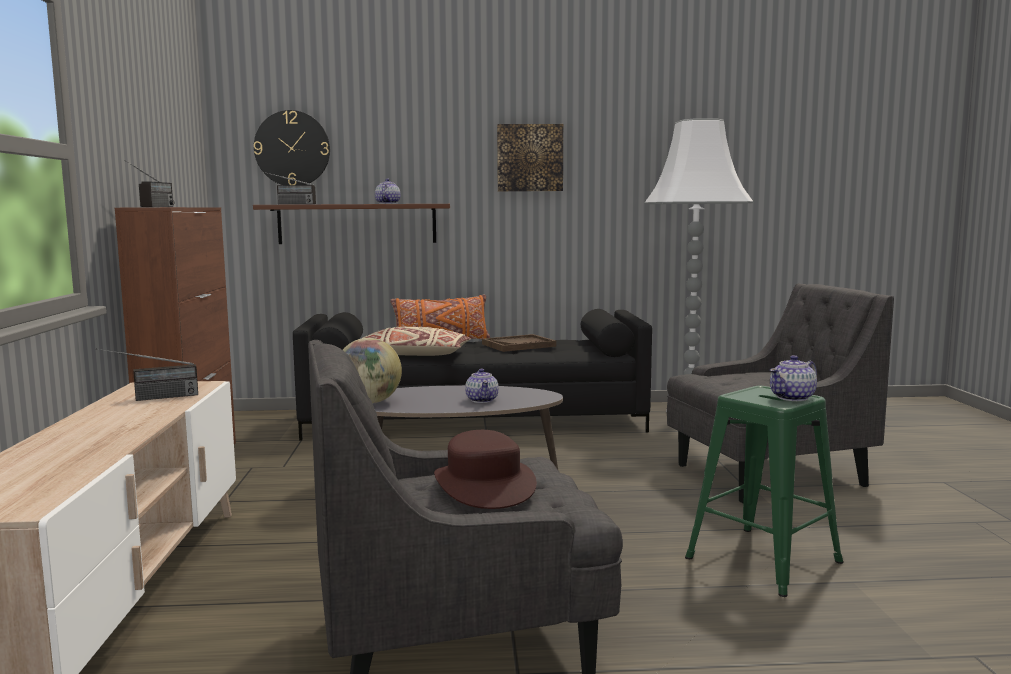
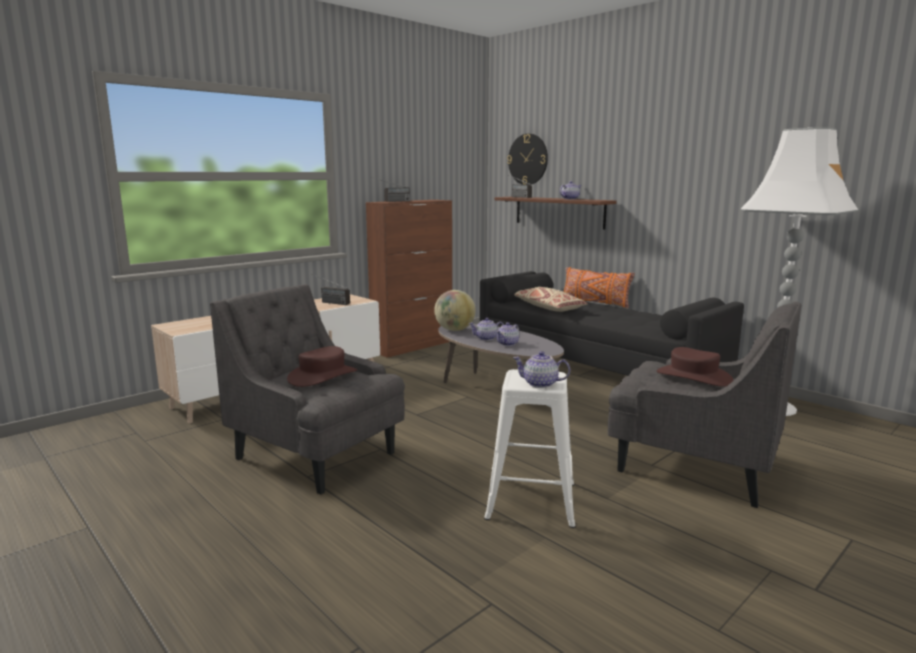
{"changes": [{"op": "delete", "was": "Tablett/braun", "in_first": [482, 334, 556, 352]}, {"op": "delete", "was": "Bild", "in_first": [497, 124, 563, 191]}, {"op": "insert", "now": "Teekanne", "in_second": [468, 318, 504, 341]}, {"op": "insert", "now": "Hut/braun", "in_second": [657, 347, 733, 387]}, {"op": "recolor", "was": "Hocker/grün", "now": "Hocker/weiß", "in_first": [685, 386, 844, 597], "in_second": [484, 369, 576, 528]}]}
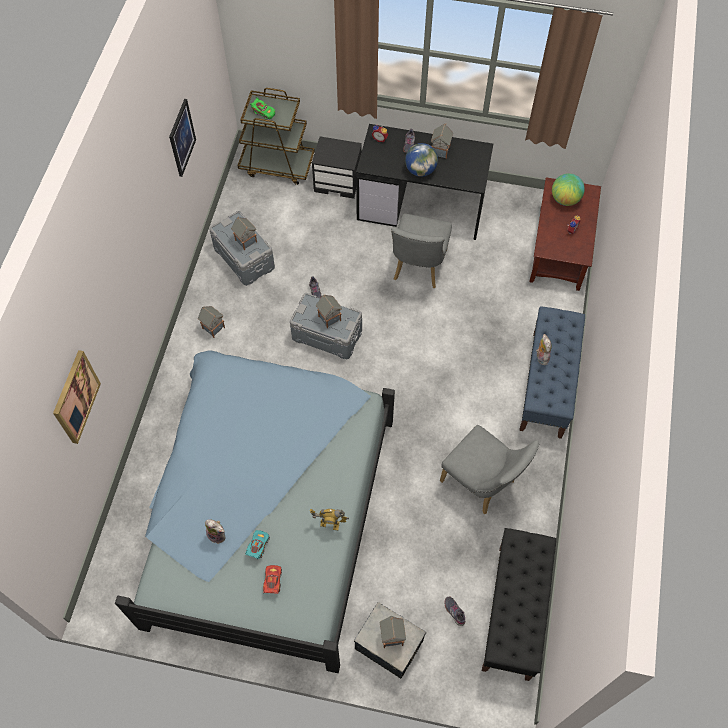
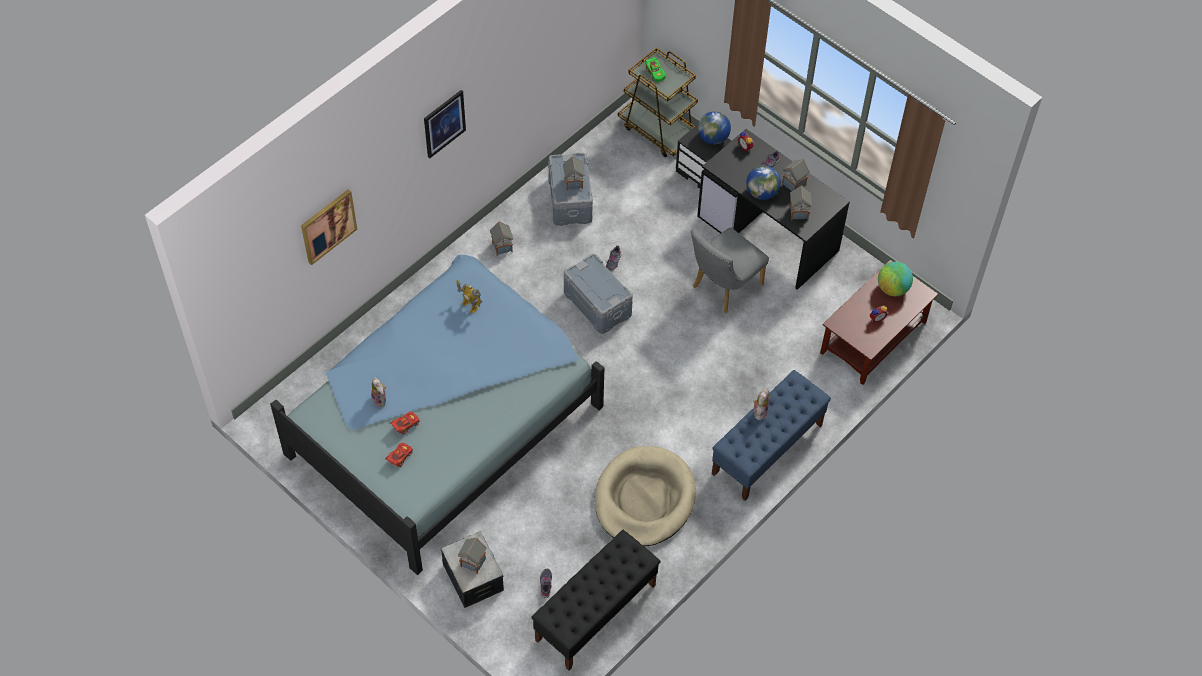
{"changes": [{"op": "insert", "now": "Globus", "in_second": [698, 111, 731, 144]}, {"op": "move", "was": "Bild", "in_first": [169, 99, 196, 177], "in_second": [424, 90, 466, 159]}, {"op": "move", "was": "Spielzeugroboter", "in_first": [310, 509, 349, 530], "in_second": [456, 280, 482, 314]}, {"op": "move", "was": "Spielzeughaus", "in_first": [316, 295, 342, 328], "in_second": [790, 185, 812, 221]}, {"op": "replace", "was": "Stuhl/grau", "now": "Hundebett/beige", "in_first": [440, 425, 539, 514], "in_second": [595, 446, 696, 546]}, {"op": "recolor", "was": "Spielzeugauto/türkis", "now": "Spielzeugauto/rot", "in_first": [245, 530, 270, 559], "in_second": [390, 411, 420, 434]}]}
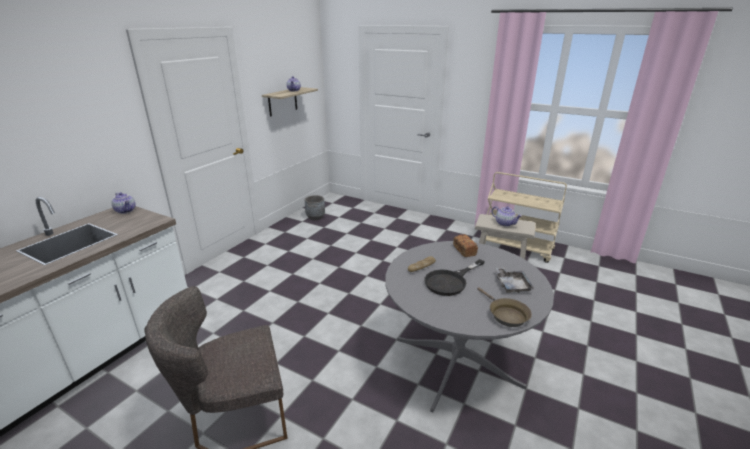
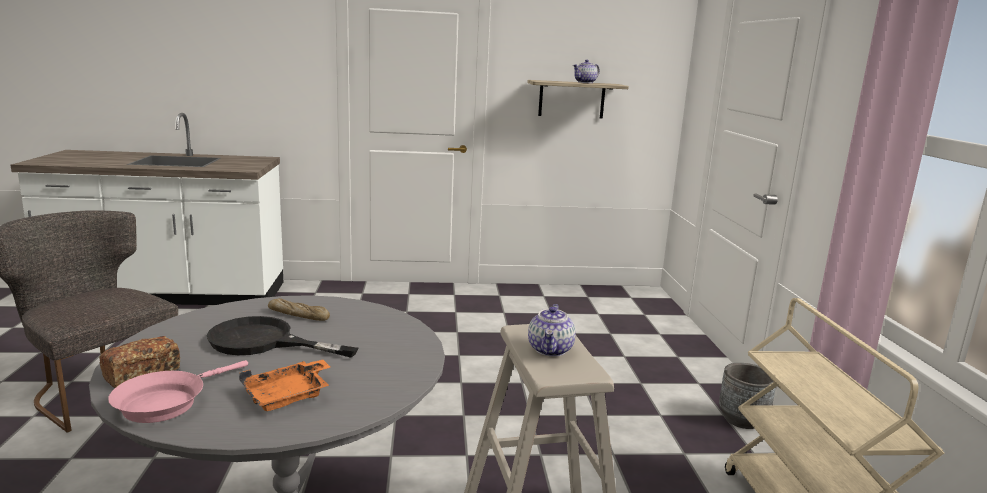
{"changes": [{"op": "delete", "was": "Teekanne", "in_first": [112, 192, 136, 214]}, {"op": "move", "was": "Pflanzkübel/grau", "in_first": [305, 195, 325, 220], "in_second": [719, 363, 776, 429]}, {"op": "move", "was": "Brot", "in_first": [453, 235, 478, 257], "in_second": [99, 336, 180, 388]}, {"op": "recolor", "was": "Pfanne/braun", "now": "Pfanne/rosa", "in_first": [477, 287, 532, 327], "in_second": [108, 360, 248, 423]}, {"op": "recolor", "was": "Tablett/grau", "now": "Tablett/orange", "in_first": [496, 267, 535, 293], "in_second": [239, 360, 330, 411]}]}
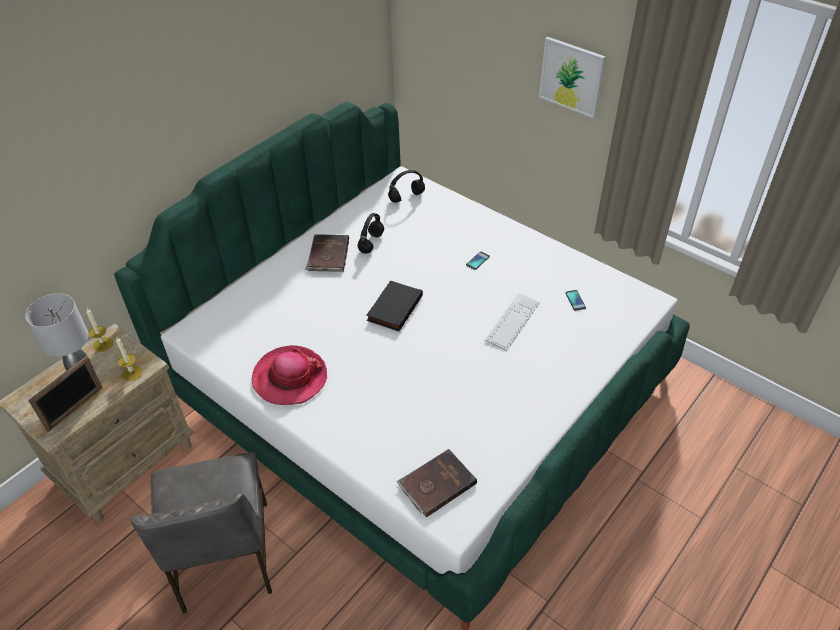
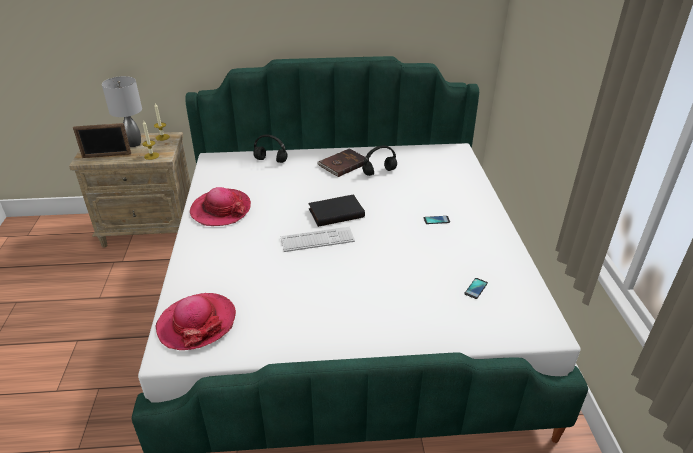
{"changes": [{"op": "delete", "was": "Stuhl/grau", "in_first": [131, 452, 272, 614]}, {"op": "delete", "was": "Bild", "in_first": [539, 37, 605, 118]}, {"op": "move", "was": "Kopfhörer/schwarz", "in_first": [388, 170, 425, 203], "in_second": [253, 135, 288, 163]}, {"op": "move", "was": "Tastatur", "in_first": [485, 293, 540, 351], "in_second": [281, 227, 355, 252]}, {"op": "replace", "was": "Buch/braun", "now": "Hut", "in_first": [396, 449, 477, 517], "in_second": [155, 293, 236, 350]}]}
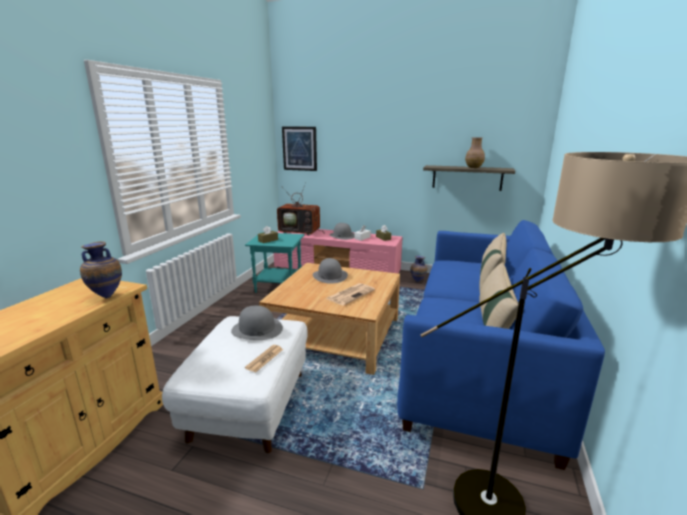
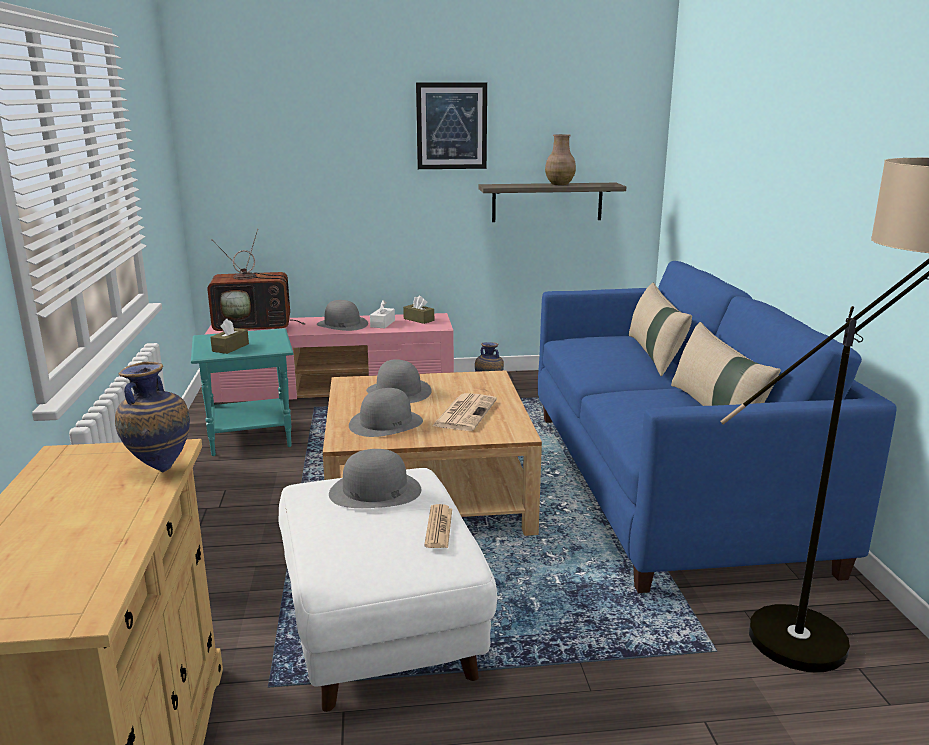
{"changes": [{"op": "insert", "now": "Hut/grau", "in_second": [349, 388, 423, 437]}, {"op": "move", "was": "Bild", "in_first": [282, 126, 317, 171], "in_second": [416, 82, 487, 169]}]}
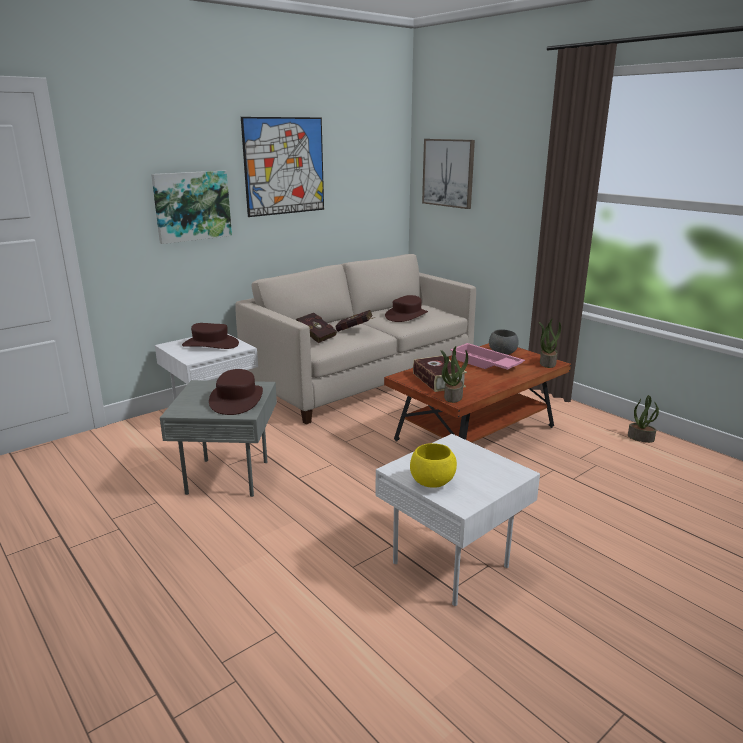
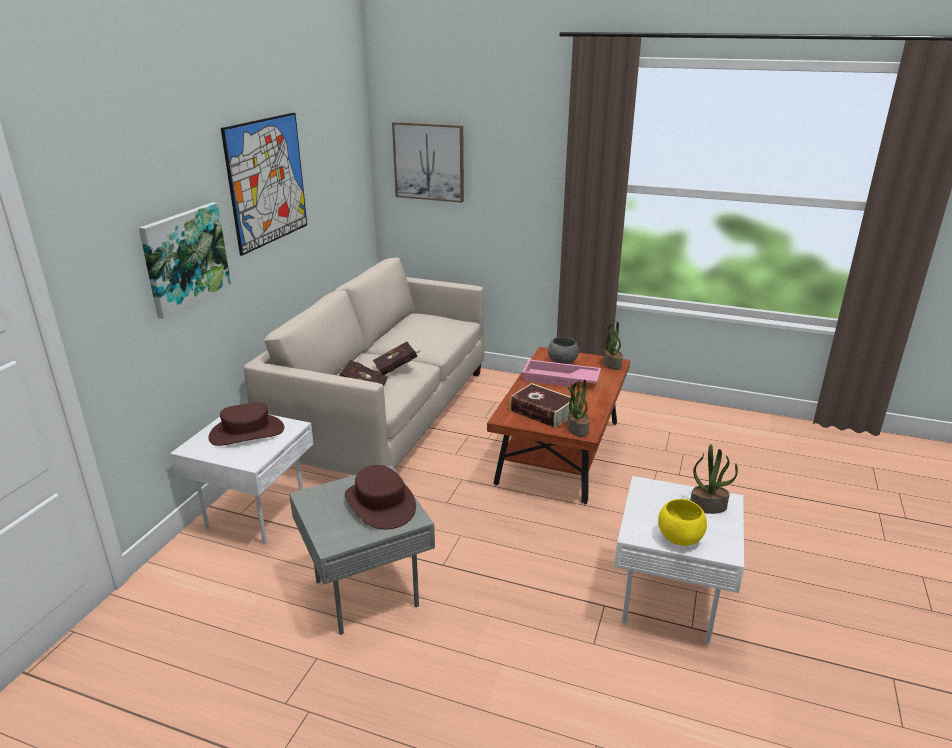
{"changes": [{"op": "delete", "was": "Hut/braun", "in_first": [385, 295, 428, 322]}, {"op": "move", "was": "Topfpflanze", "in_first": [628, 395, 659, 443], "in_second": [690, 444, 738, 514]}]}
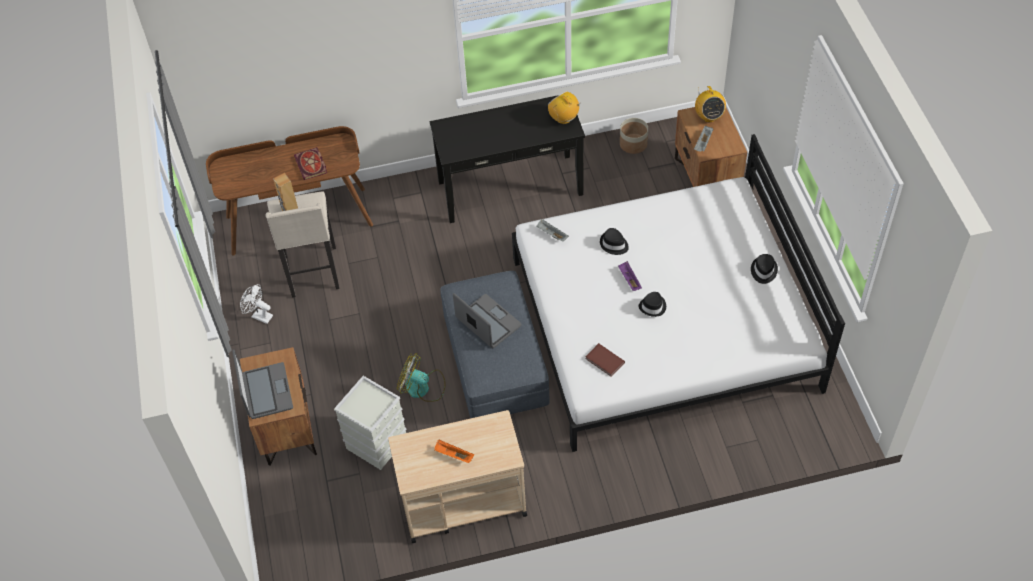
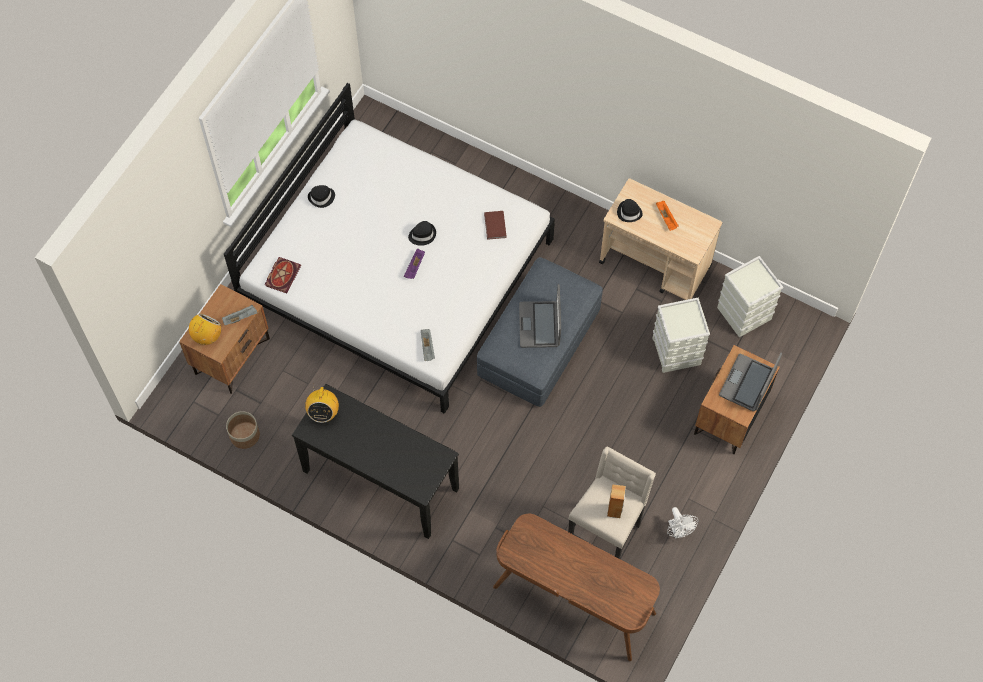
{"changes": [{"op": "delete", "was": "Ventilator", "in_first": [397, 353, 446, 402]}, {"op": "insert", "now": "Aufbewahrungsbox/grau", "in_second": [717, 256, 783, 337]}, {"op": "move", "was": "Buch", "in_first": [294, 147, 327, 180], "in_second": [265, 257, 301, 293]}, {"op": "move", "was": "Hut/schwarz", "in_first": [600, 228, 629, 255], "in_second": [617, 199, 643, 222]}]}
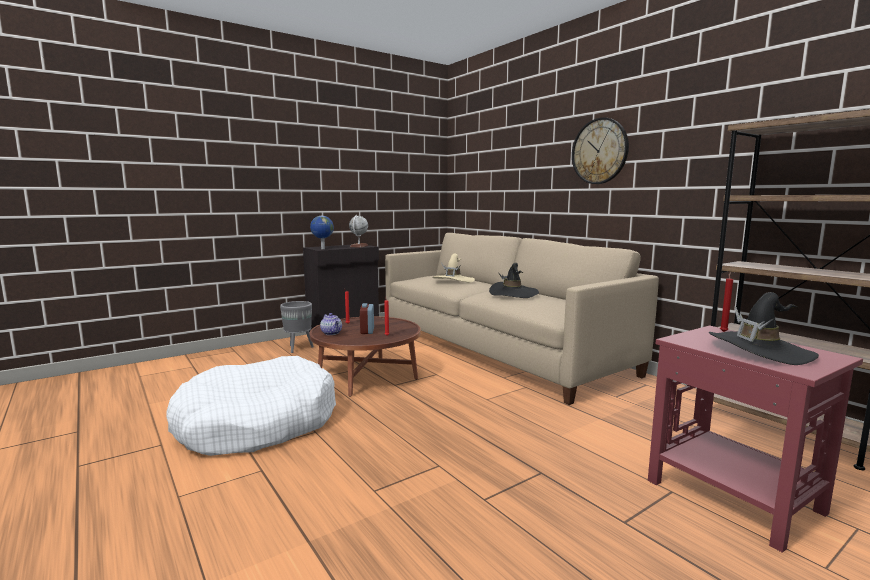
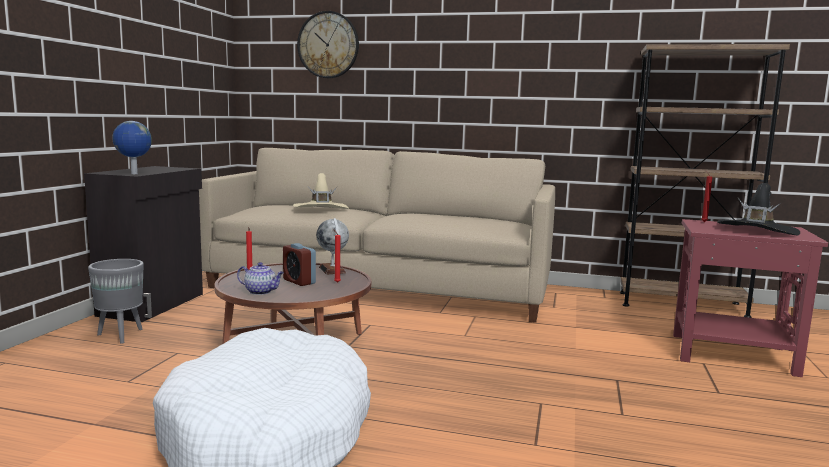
{"changes": [{"op": "delete", "was": "Hut/schwarz", "in_first": [489, 263, 539, 298]}, {"op": "move", "was": "Globus", "in_first": [349, 215, 368, 248], "in_second": [316, 218, 349, 275]}, {"op": "move", "was": "Wanduhr", "in_first": [572, 117, 629, 184], "in_second": [297, 11, 359, 78]}]}
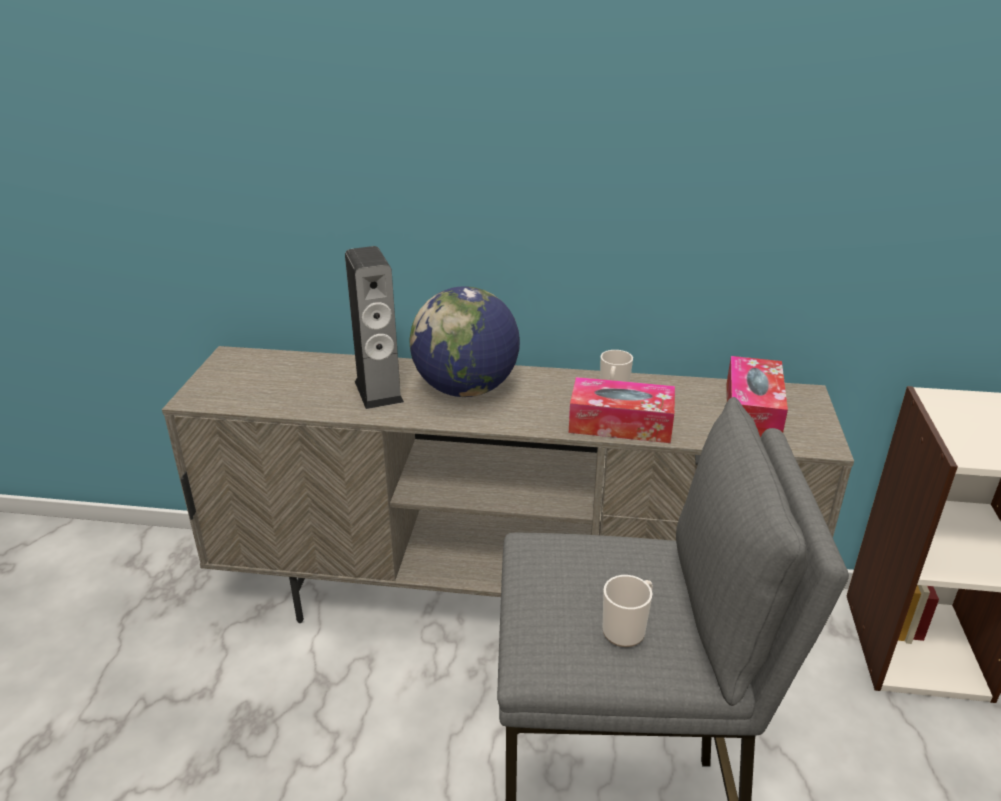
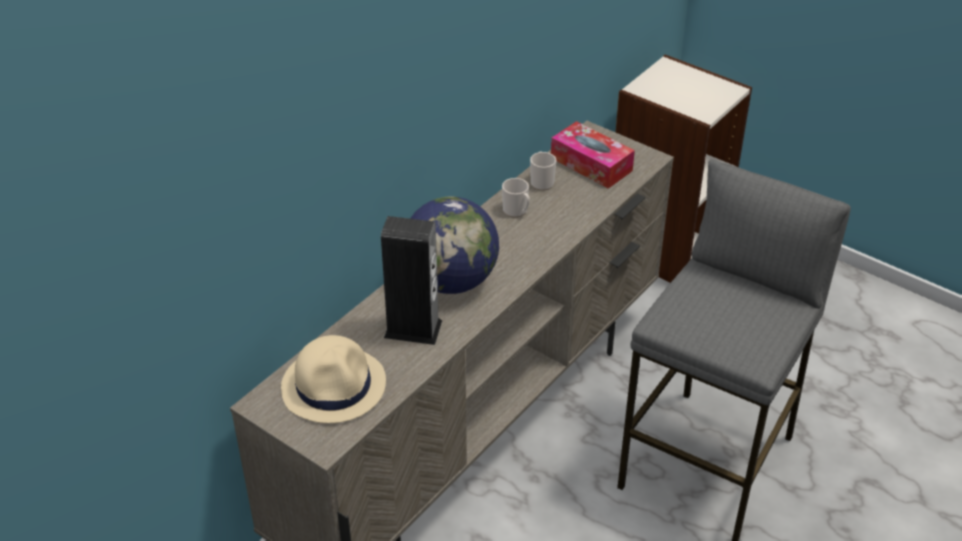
{"changes": [{"op": "delete", "was": "Taschentuchbox", "in_first": [569, 377, 675, 443]}, {"op": "insert", "now": "Hut/beige", "in_second": [281, 335, 386, 423]}, {"op": "move", "was": "Henkelbecher", "in_first": [602, 575, 653, 647], "in_second": [530, 151, 556, 191]}]}
